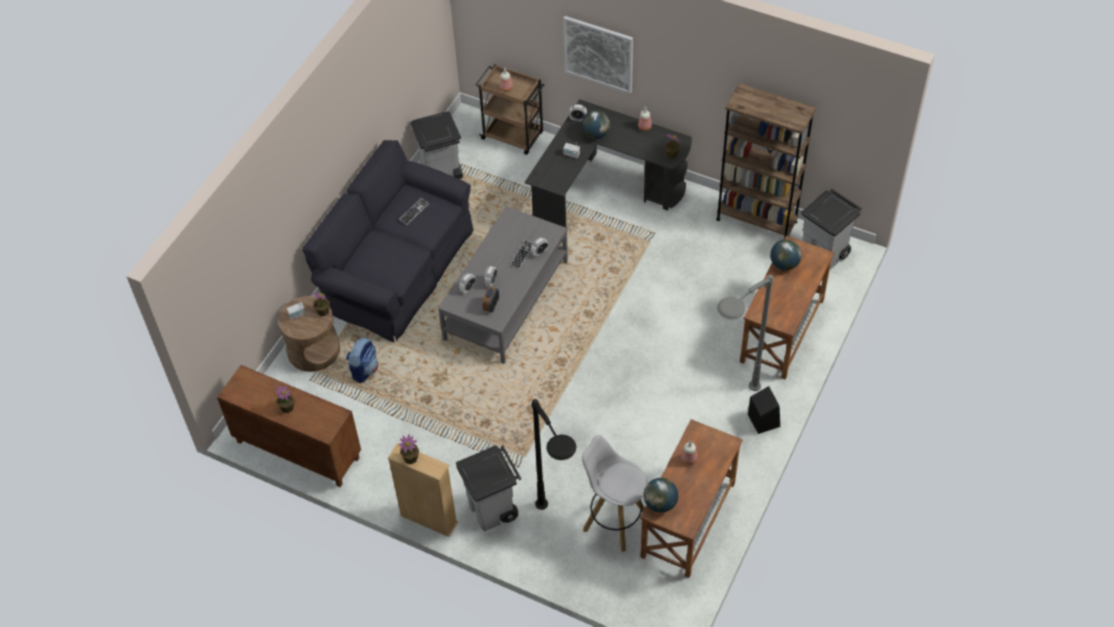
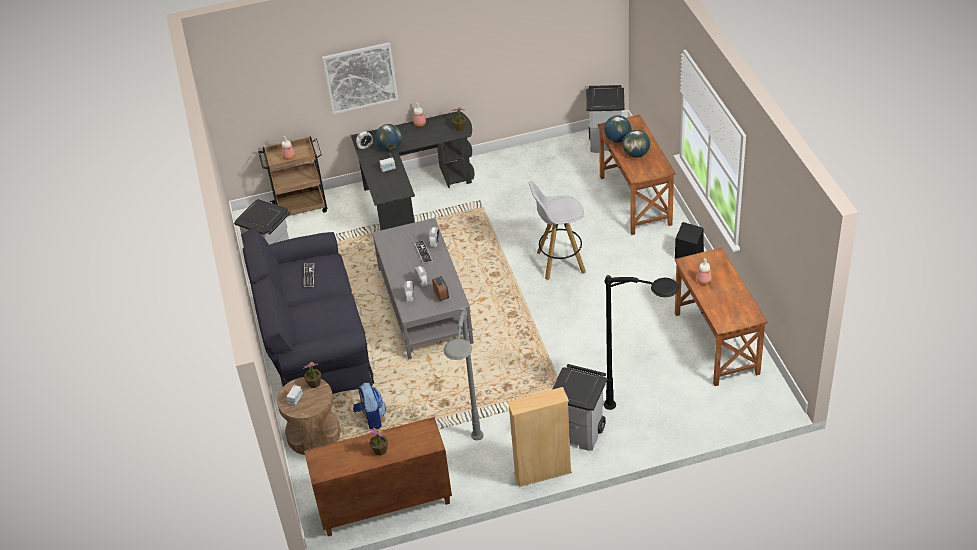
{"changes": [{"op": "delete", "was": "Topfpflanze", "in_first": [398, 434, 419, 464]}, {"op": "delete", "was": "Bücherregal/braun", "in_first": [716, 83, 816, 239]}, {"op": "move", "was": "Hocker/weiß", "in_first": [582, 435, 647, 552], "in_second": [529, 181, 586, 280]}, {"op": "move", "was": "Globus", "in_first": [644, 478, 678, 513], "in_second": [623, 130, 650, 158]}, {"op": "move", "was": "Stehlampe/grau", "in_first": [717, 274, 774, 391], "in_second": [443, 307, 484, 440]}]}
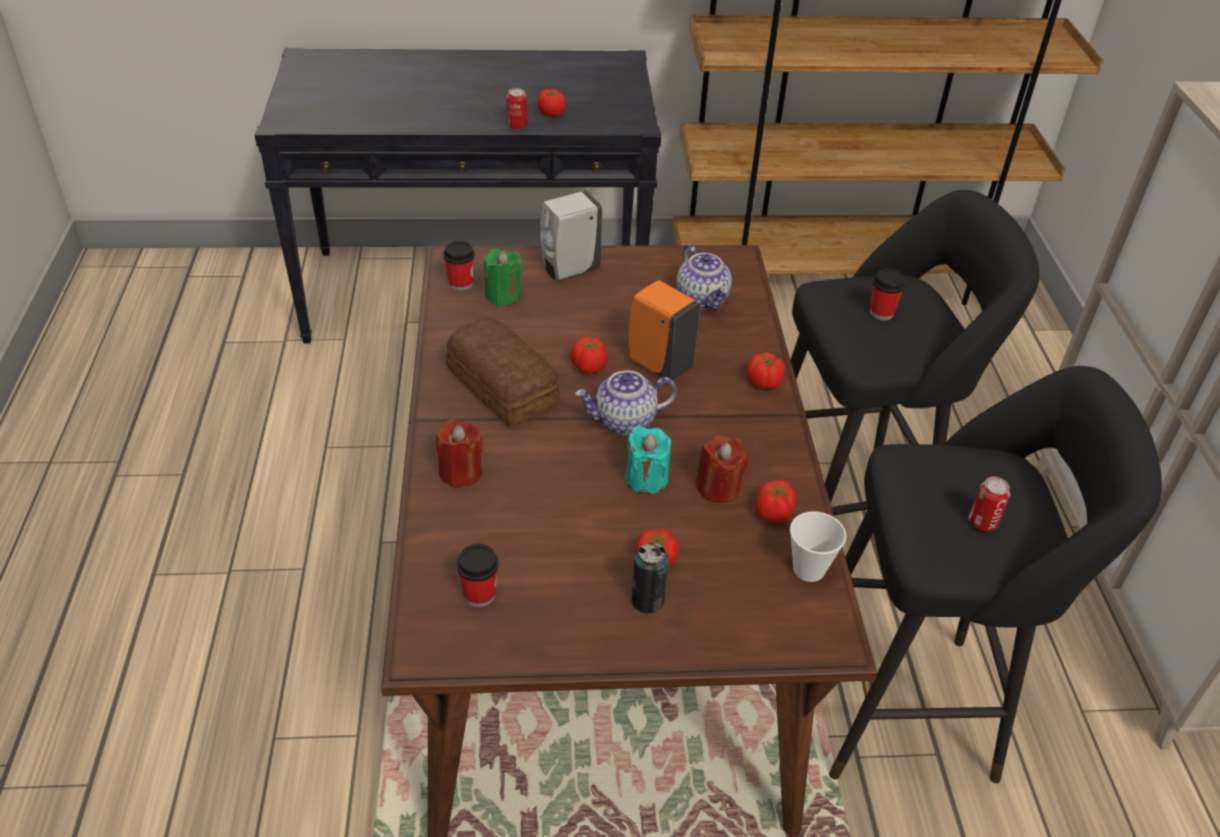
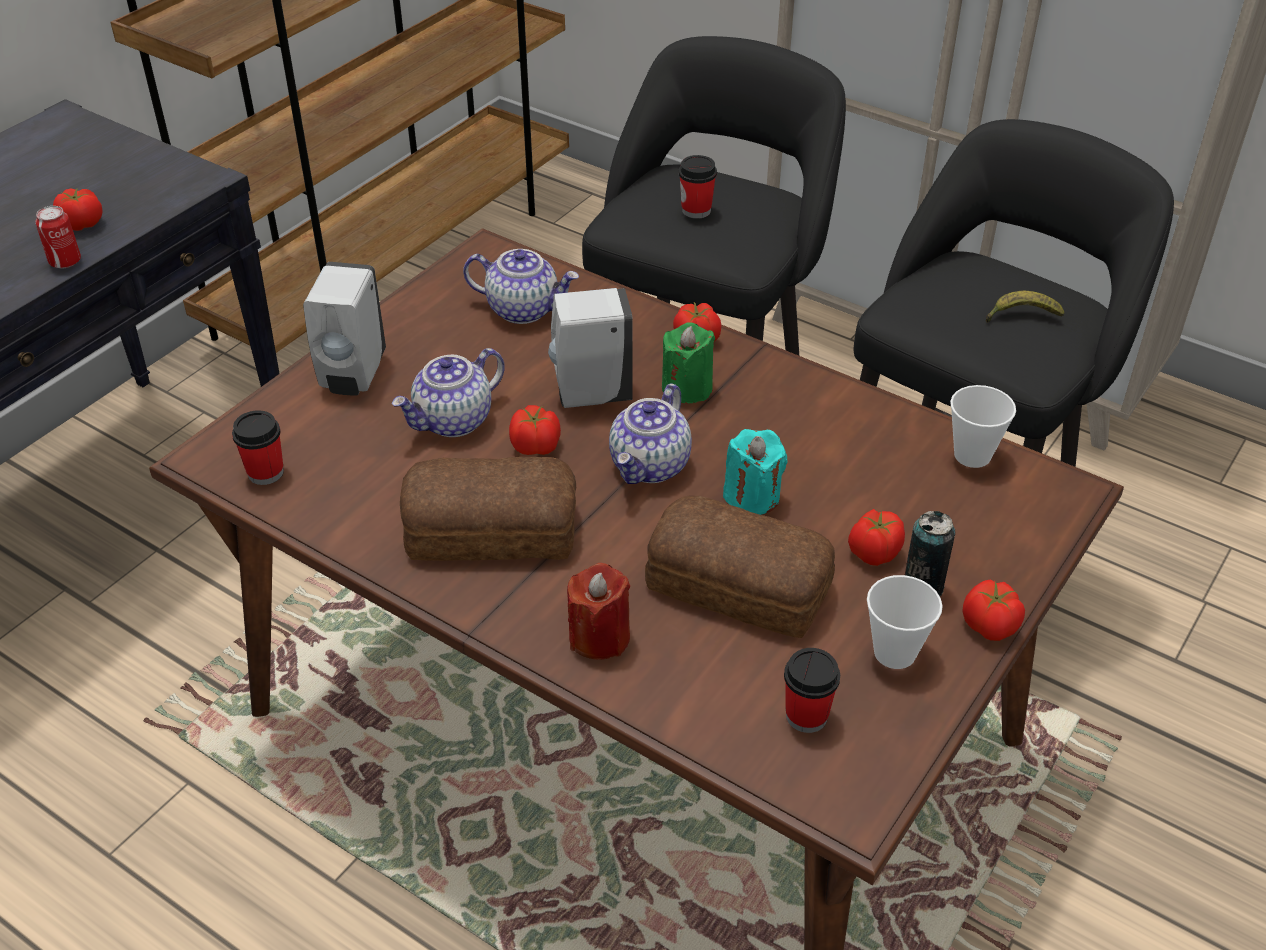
{"changes": [{"op": "delete", "was": "Kerze/rot", "in_first": [696, 435, 748, 503]}, {"op": "insert", "now": "Teekanne", "in_second": [392, 348, 505, 437]}, {"op": "insert", "now": "Brot", "in_second": [645, 495, 835, 638]}, {"op": "insert", "now": "Tasse", "in_second": [867, 575, 943, 669]}, {"op": "move", "was": "Kerze/grün", "in_first": [484, 249, 523, 306], "in_second": [662, 322, 715, 403]}, {"op": "move", "was": "Tomate", "in_first": [755, 479, 796, 523], "in_second": [962, 580, 1025, 641]}, {"op": "replace", "was": "Dose", "now": "Banane", "in_first": [969, 477, 1010, 531], "in_second": [986, 291, 1064, 322]}, {"op": "recolor", "was": "Seifenspender/orange", "now": "Seifenspender/weiß", "in_first": [628, 280, 700, 381], "in_second": [548, 288, 633, 408]}]}
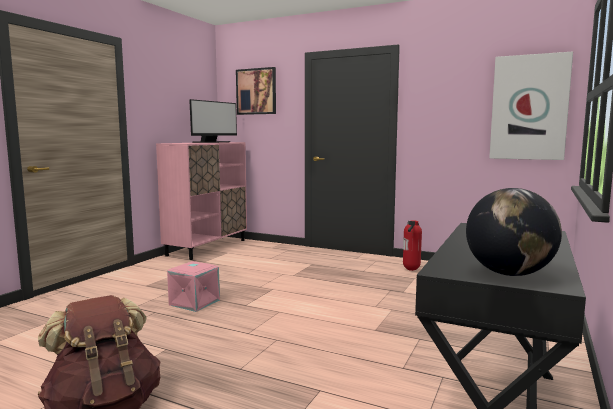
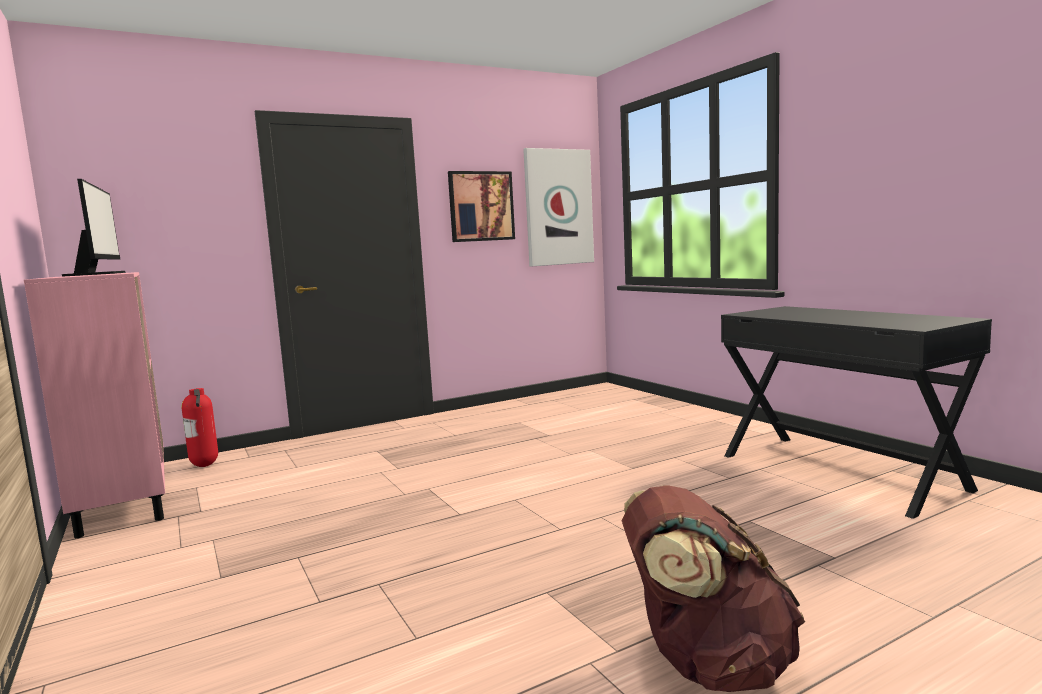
{"changes": [{"op": "delete", "was": "Aufbewahrungsbox/rosa", "in_first": [167, 261, 220, 312]}, {"op": "delete", "was": "Globus", "in_first": [466, 188, 562, 276]}, {"op": "move", "was": "Bild", "in_first": [236, 67, 276, 115], "in_second": [448, 171, 515, 242]}, {"op": "move", "was": "Feuerlöscher", "in_first": [403, 220, 422, 271], "in_second": [181, 388, 218, 467]}]}
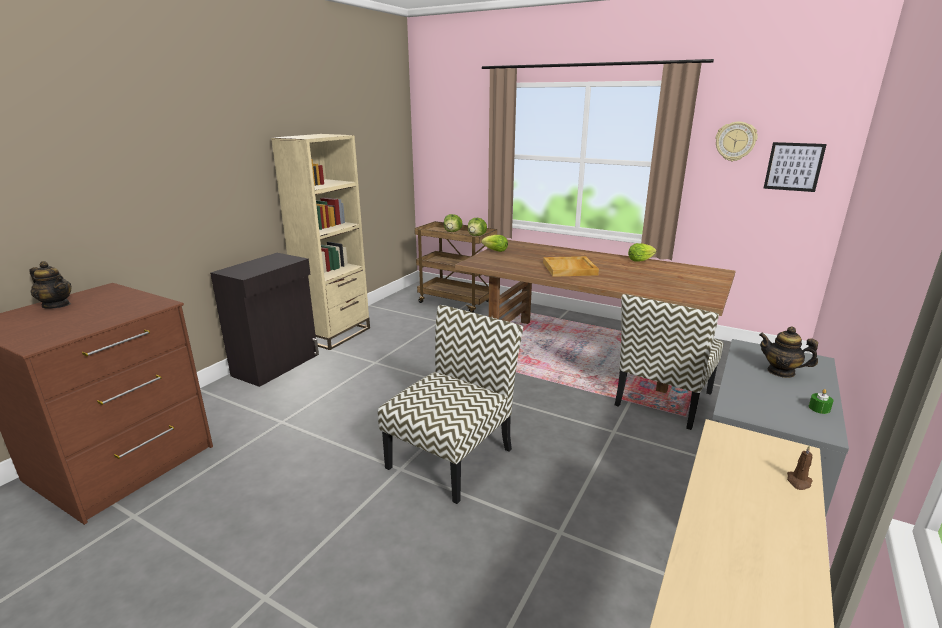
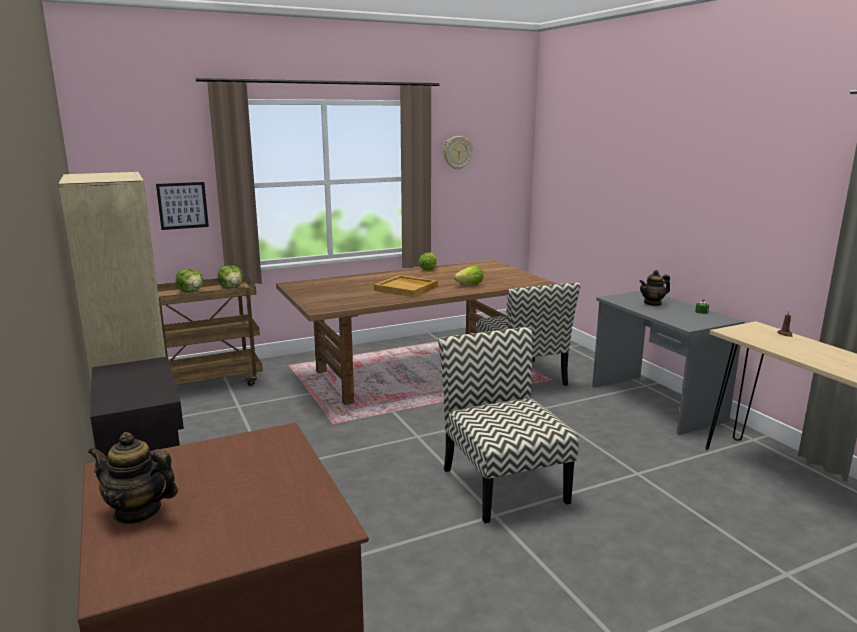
{"changes": [{"op": "move", "was": "Salatkopf", "in_first": [481, 235, 508, 252], "in_second": [454, 266, 483, 285]}, {"op": "move", "was": "Bild", "in_first": [763, 142, 827, 192], "in_second": [156, 182, 209, 230]}, {"op": "rotate", "was": "Teekanne", "in_first": [29, 261, 72, 309], "in_second": [88, 432, 178, 525], "clockwise": -135}]}
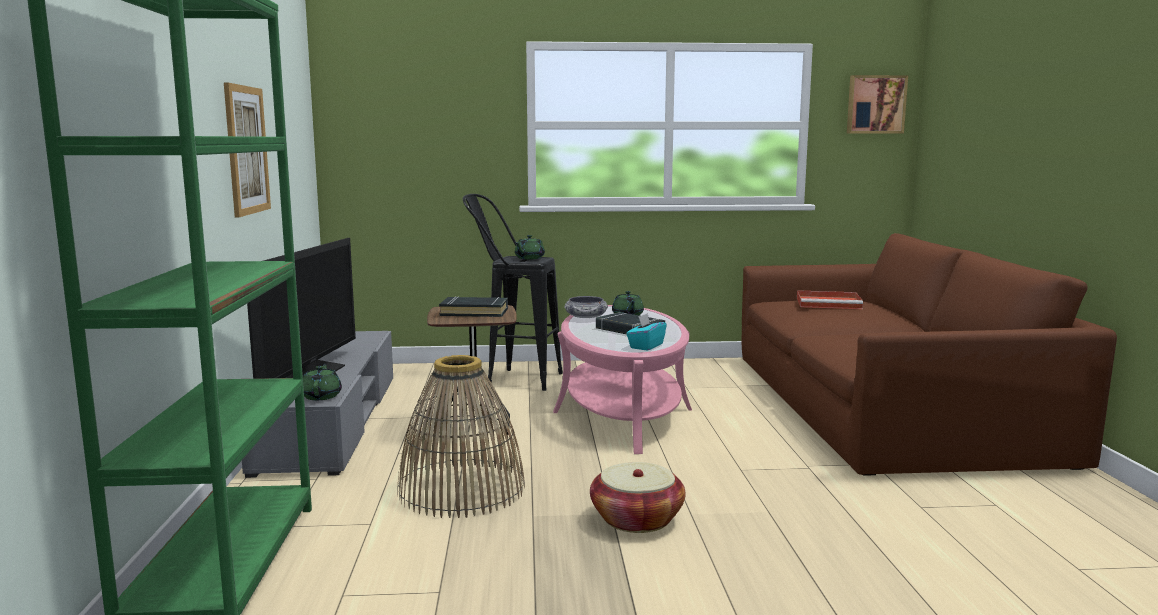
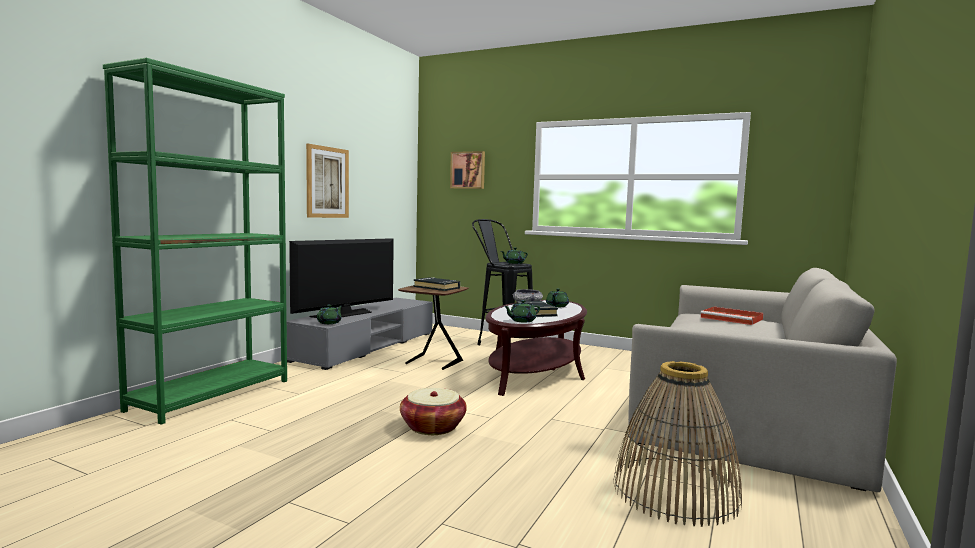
{"changes": [{"op": "move", "was": "Korb", "in_first": [397, 355, 525, 518], "in_second": [613, 361, 742, 527]}, {"op": "move", "was": "Bild", "in_first": [847, 75, 908, 134], "in_second": [450, 151, 485, 189]}, {"op": "replace", "was": "Taschentuchbox/türkis", "now": "Teekanne/grün", "in_first": [626, 313, 667, 351], "in_second": [504, 300, 540, 323]}, {"op": "recolor", "was": "Couchtisch/rosa", "now": "Couchtisch/braun", "in_first": [553, 305, 692, 454], "in_second": [486, 300, 587, 396]}, {"op": "recolor", "was": "Sofa/braun", "now": "Sofa/grau", "in_first": [742, 233, 1117, 476], "in_second": [628, 268, 897, 492]}]}
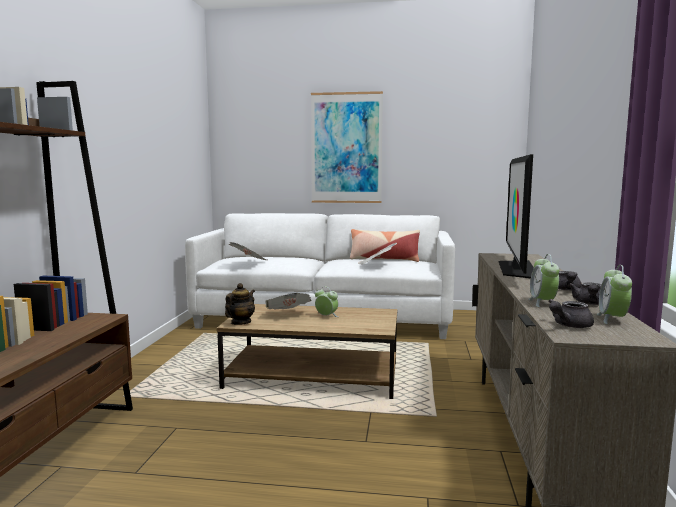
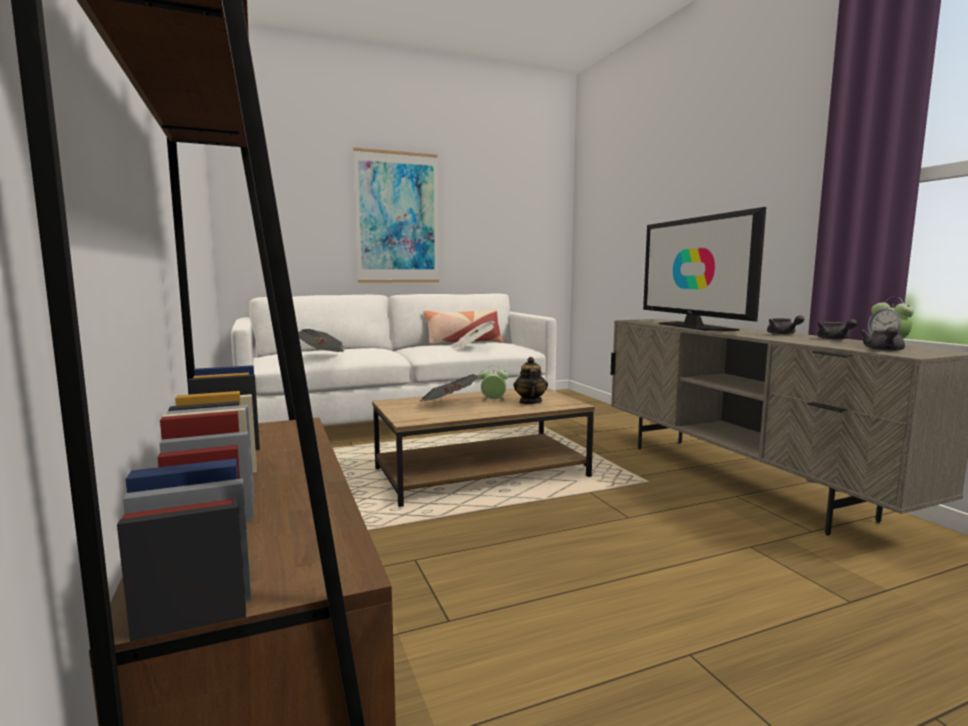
{"changes": [{"op": "delete", "was": "Wecker", "in_first": [529, 254, 559, 307]}, {"op": "move", "was": "Teekanne", "in_first": [225, 283, 255, 325], "in_second": [513, 357, 548, 404]}]}
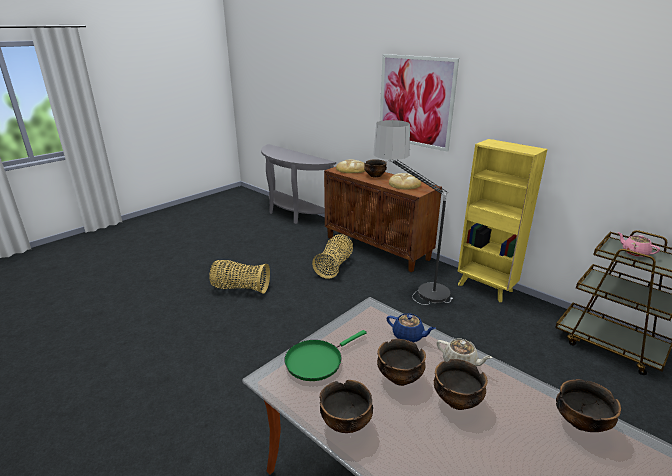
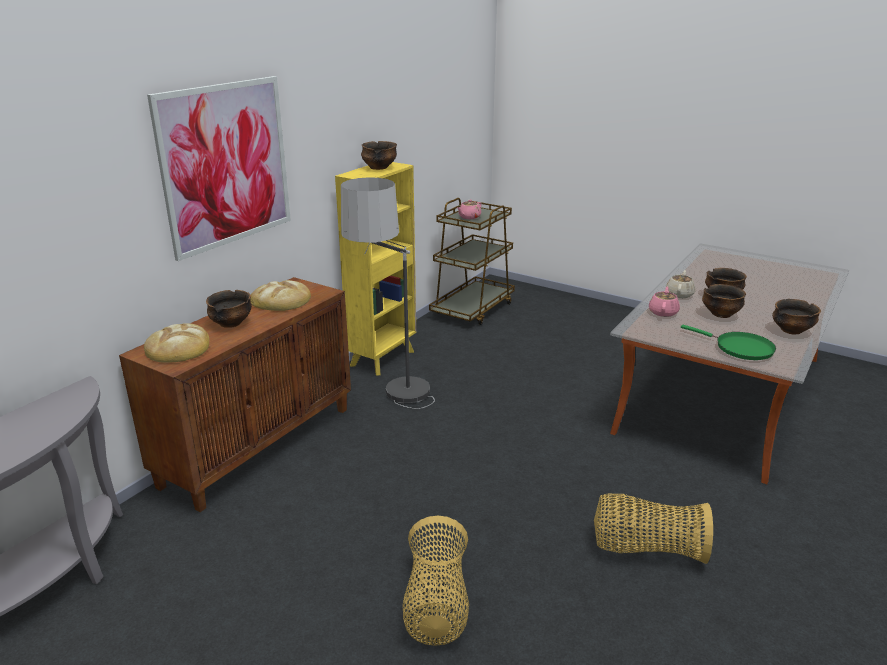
{"changes": [{"op": "move", "was": "Korb", "in_first": [312, 234, 353, 279], "in_second": [594, 494, 713, 564]}, {"op": "move", "was": "Schüssel", "in_first": [556, 379, 621, 432], "in_second": [361, 141, 397, 170]}, {"op": "recolor", "was": "Teekanne/blau", "now": "Teekanne/rosa", "in_first": [387, 313, 436, 343], "in_second": [649, 286, 680, 317]}]}
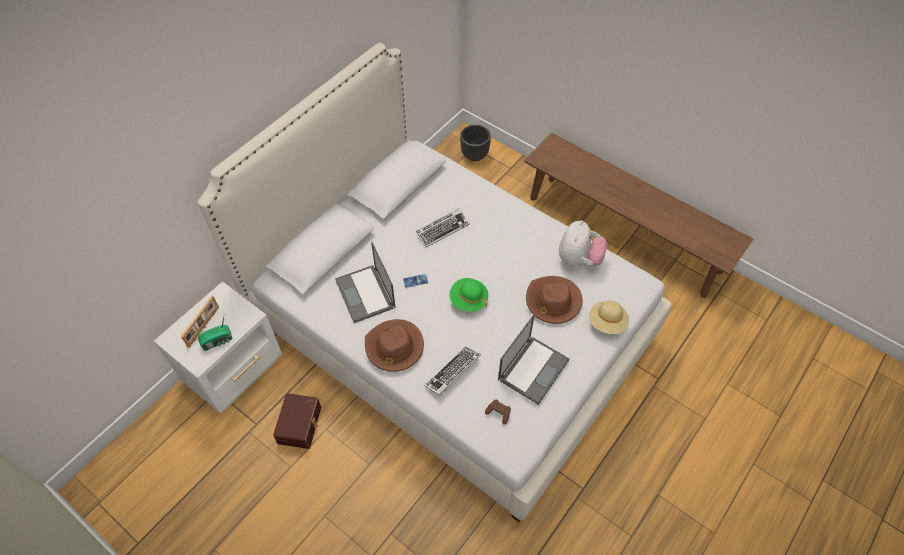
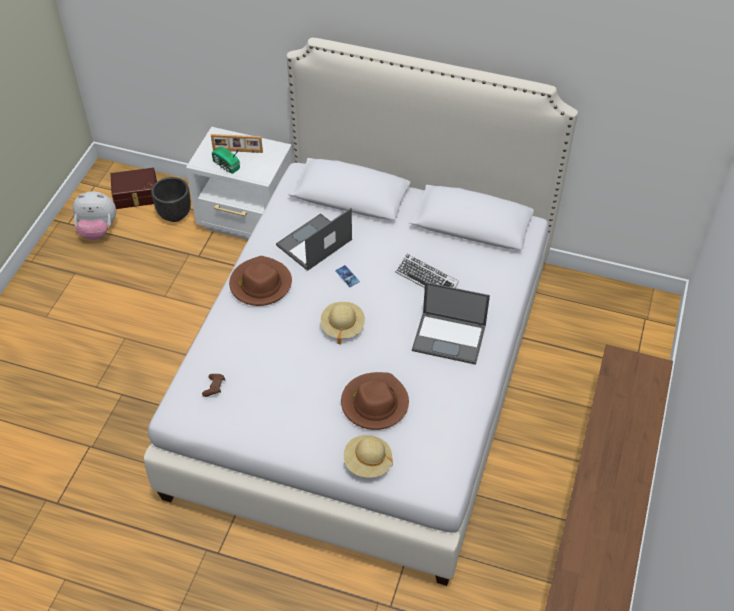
{"changes": [{"op": "delete", "was": "Tastatur", "in_first": [425, 346, 481, 396]}, {"op": "move", "was": "Aufbewahrungsbox/braun", "in_first": [273, 393, 321, 449], "in_second": [110, 168, 157, 209]}, {"op": "move", "was": "Pflanzkübel/schwarz", "in_first": [460, 124, 491, 161], "in_second": [151, 177, 191, 222]}, {"op": "move", "was": "Laptop", "in_first": [498, 315, 569, 405], "in_second": [412, 282, 490, 365]}, {"op": "move", "was": "Plüschtier", "in_first": [559, 220, 607, 266], "in_second": [73, 191, 116, 240]}, {"op": "recolor", "was": "Hut/grün", "now": "Hut/beige", "in_first": [449, 278, 489, 312], "in_second": [321, 302, 365, 344]}]}
